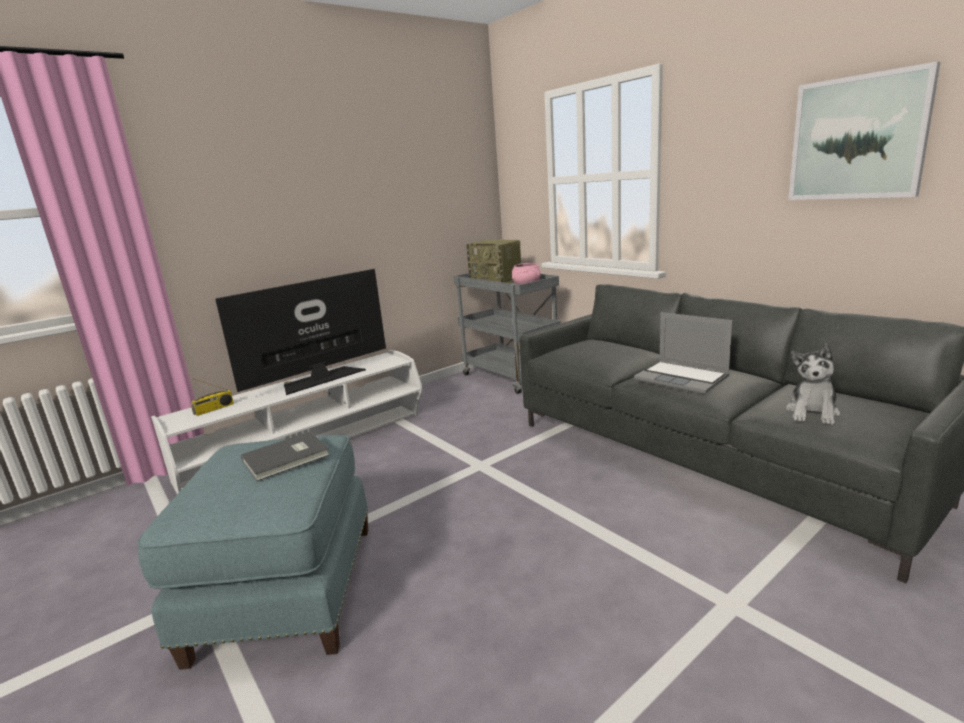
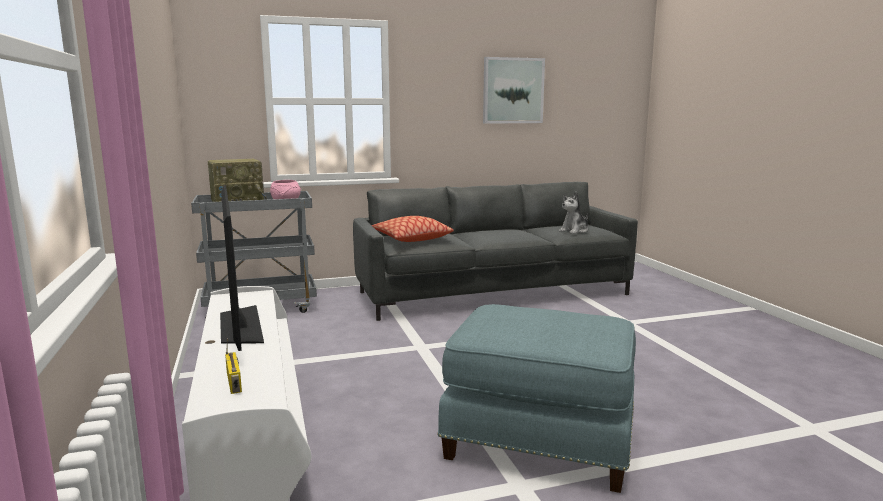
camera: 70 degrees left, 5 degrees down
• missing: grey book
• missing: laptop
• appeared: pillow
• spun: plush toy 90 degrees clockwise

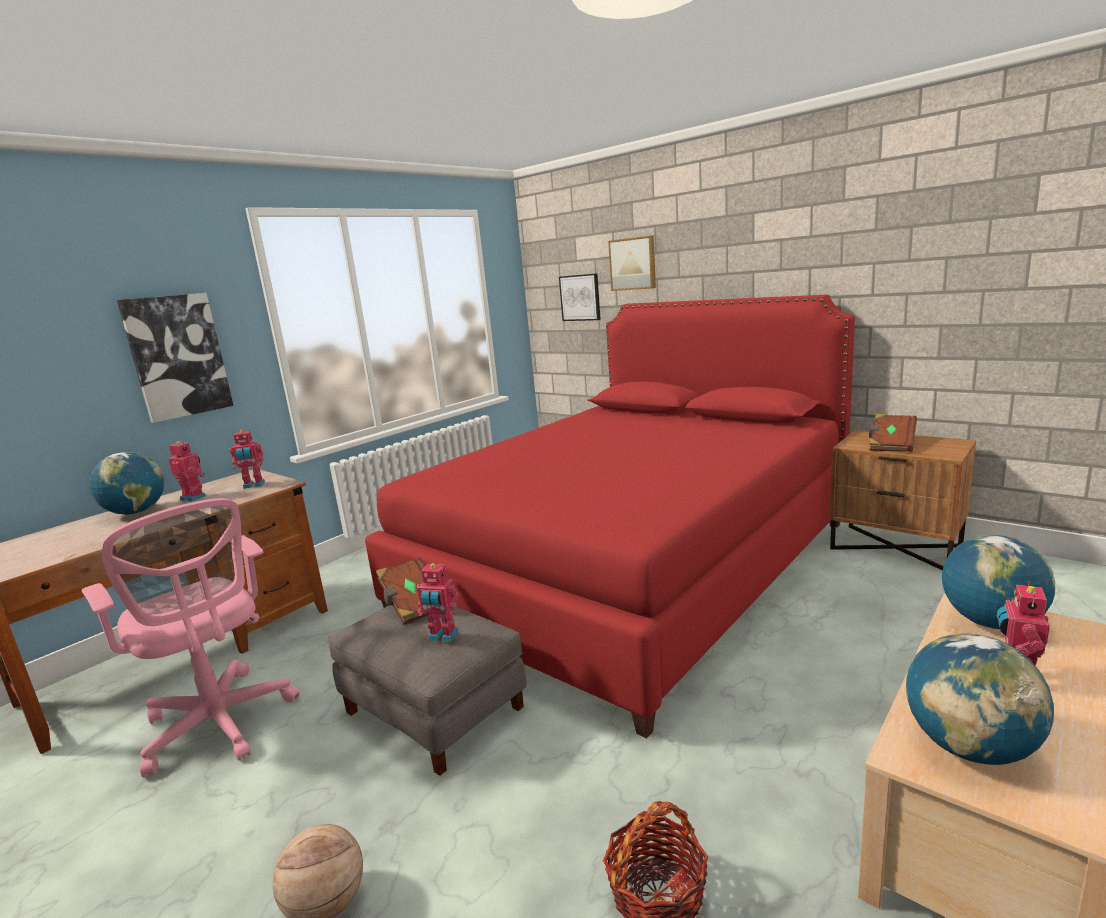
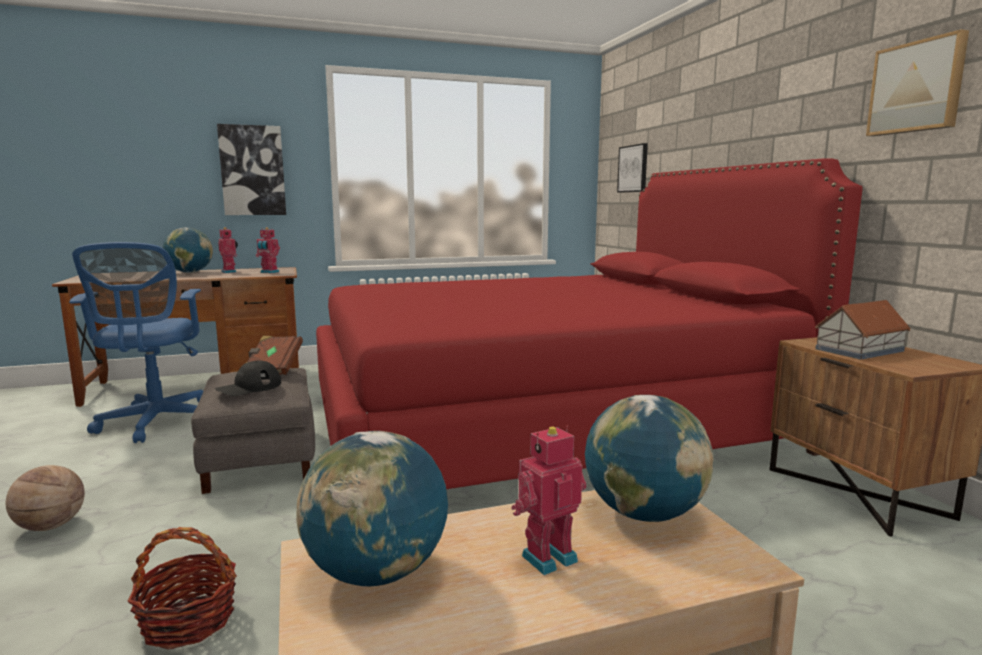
camera: 30 degrees right, 5 degrees down
• relocated: picture (no. 3 from left)
• exchanged: toy robot (no. 3 from left) to black cap
• exchanged: brown book (no. 2 from left) to toy house
• colour: pink office chair to blue office chair

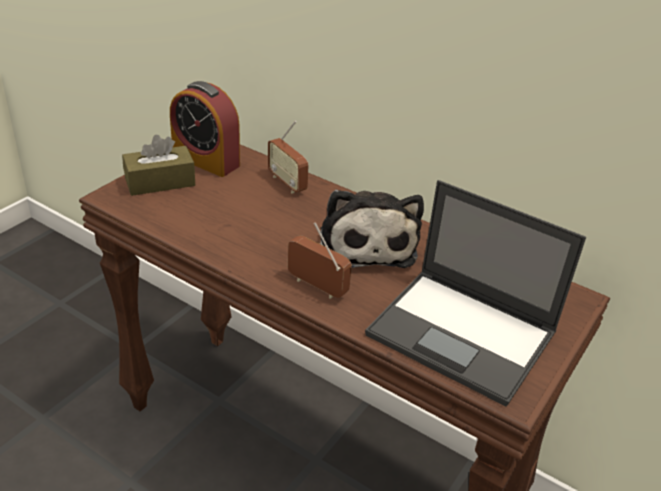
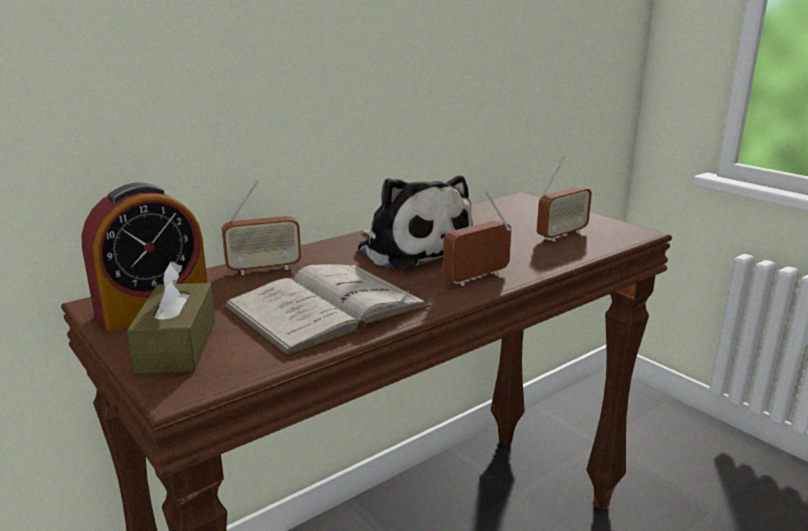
camera: 70 degrees left, 15 degrees down
• appeared: white book
• exchanged: laptop to radio (no. 3 from left)
• spun: plush toy 45 degrees clockwise

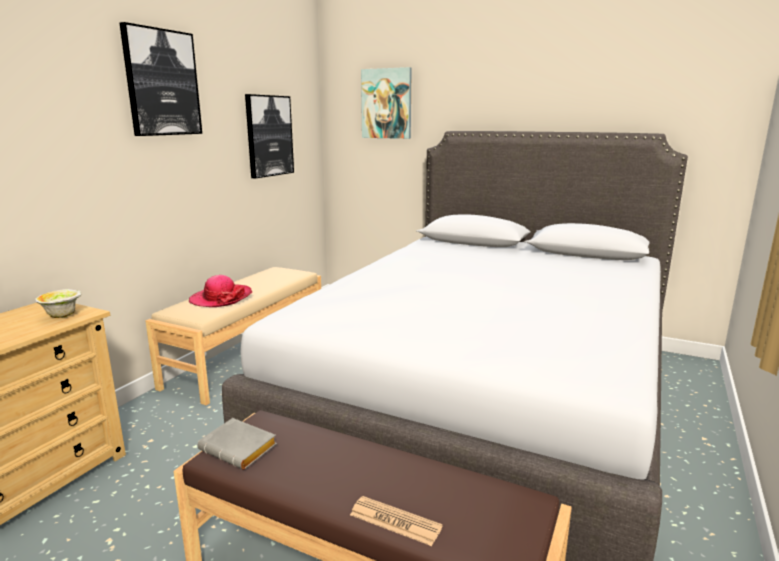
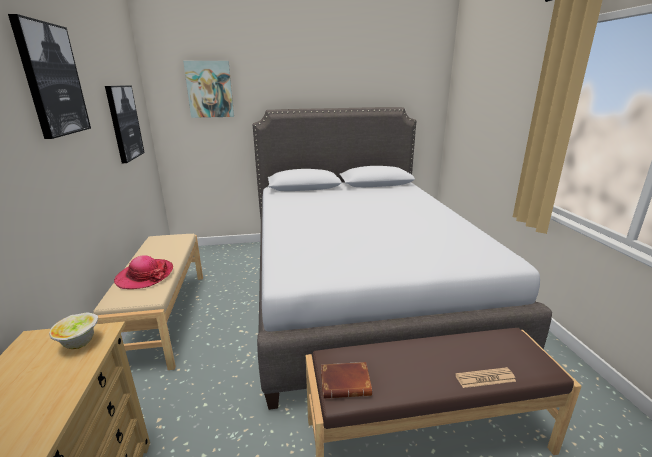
camera: 35 degrees left, 5 degrees up
• colour: grey book to brown book

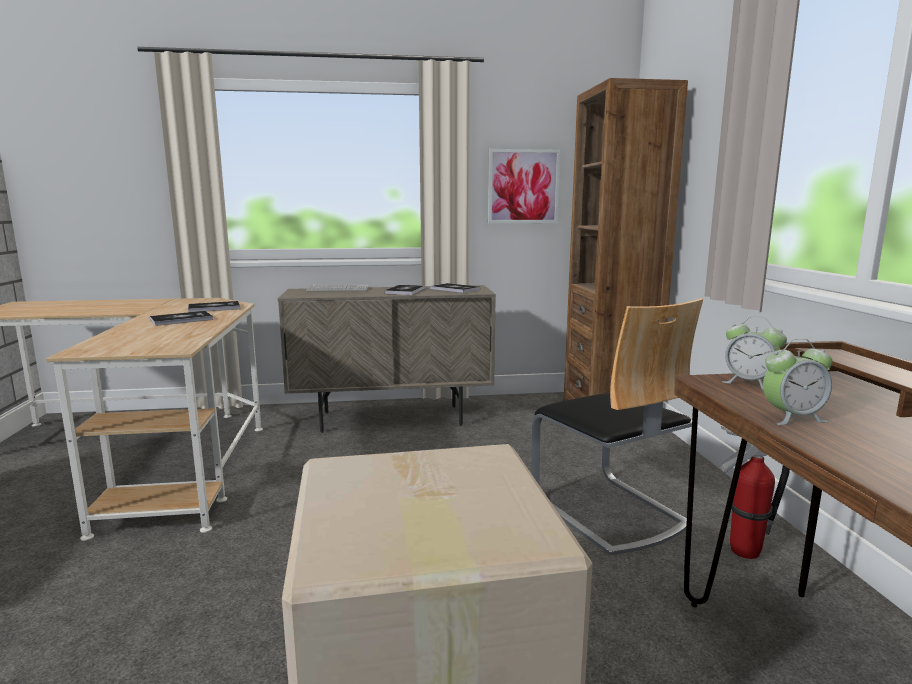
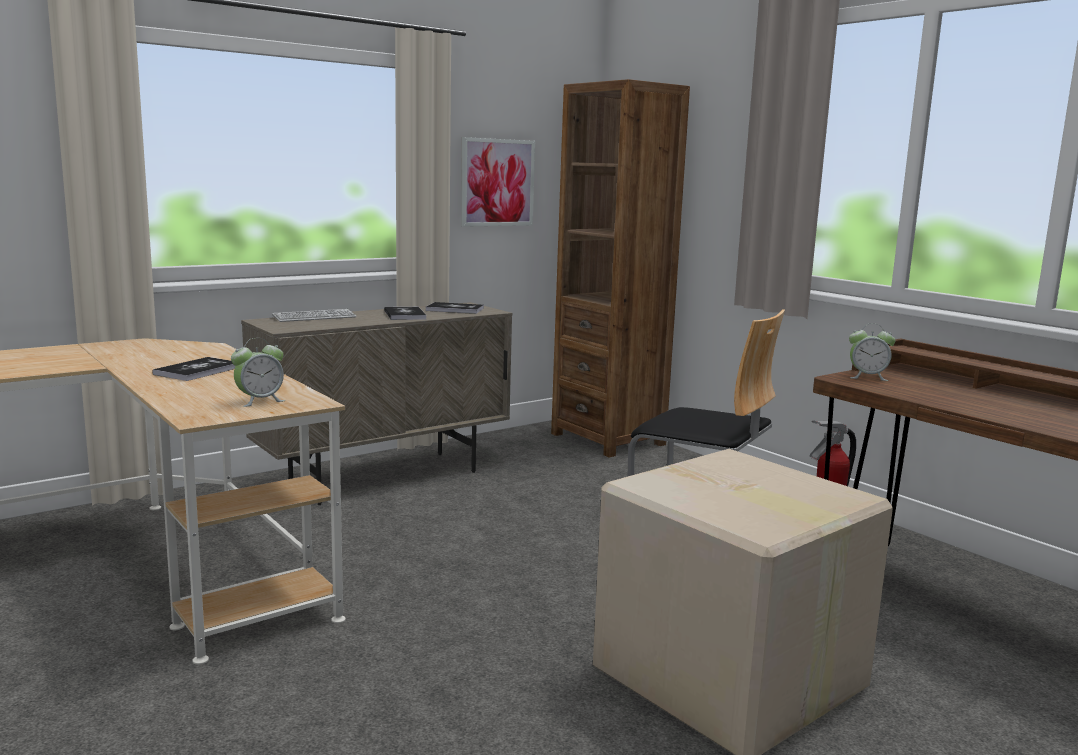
camera: 30 degrees left, 0 degrees up
• missing: book (no. 2 from left)
• relocated: alarm clock (no. 2 from left in the first image) to alarm clock (no. 1 from left)

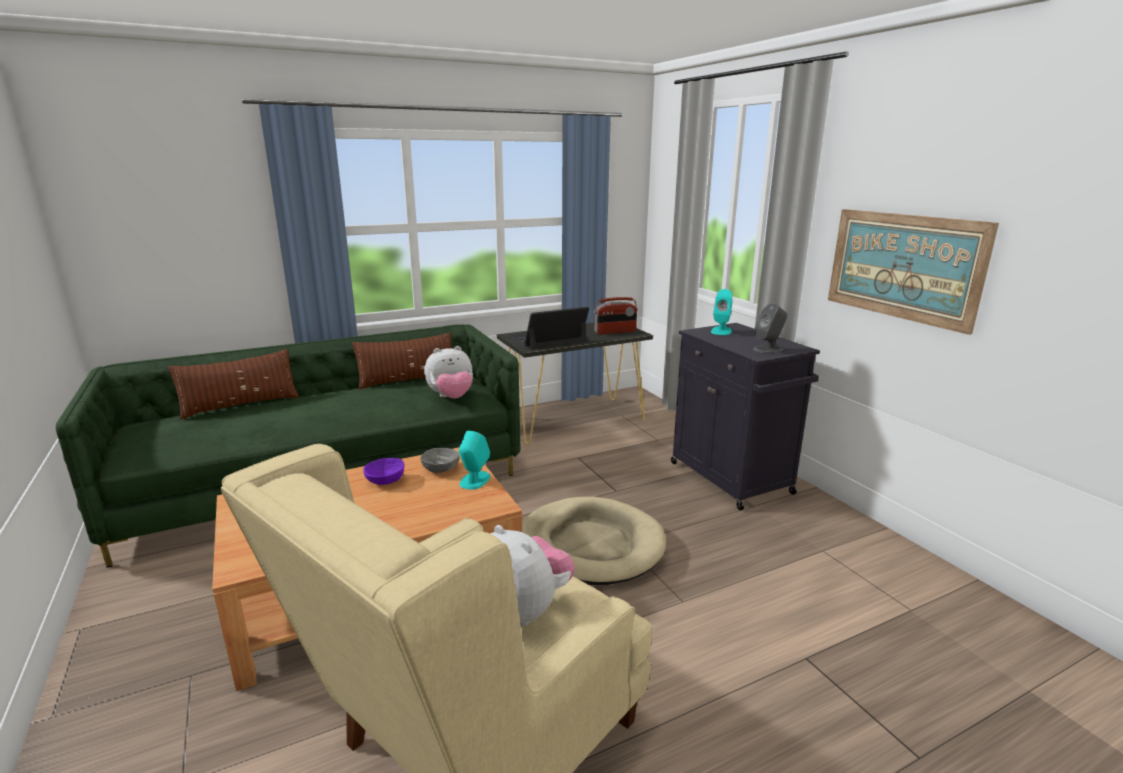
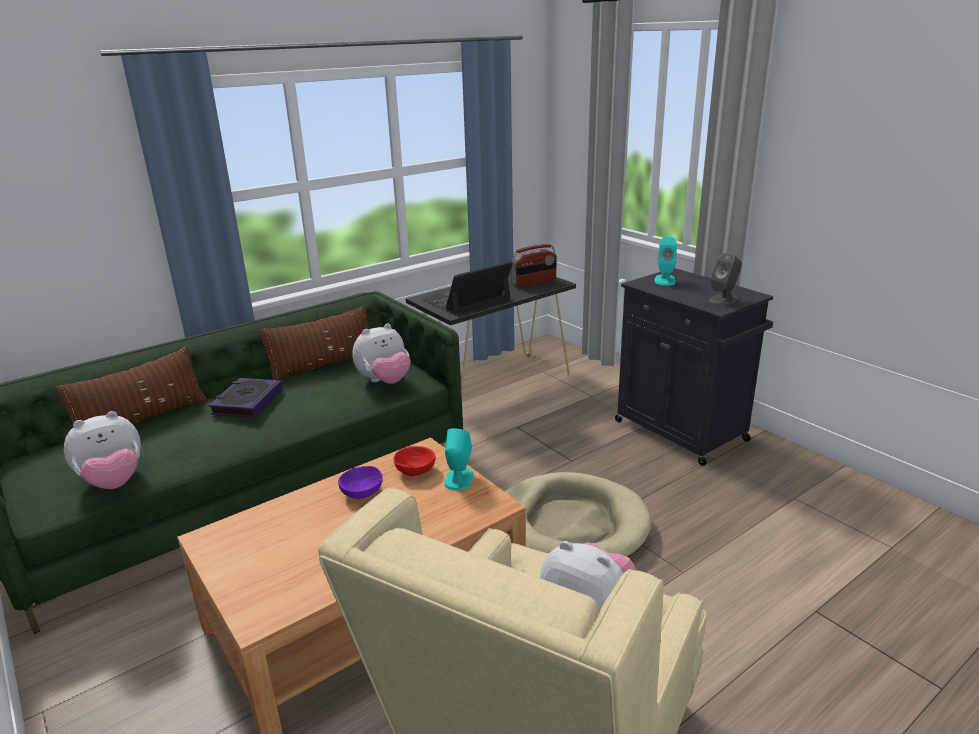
camera: 10 degrees left, 5 degrees up
• missing: picture
• appeared: plush toy (no. 1 from left)
• appeared: book
• colour: grey bowl to red bowl

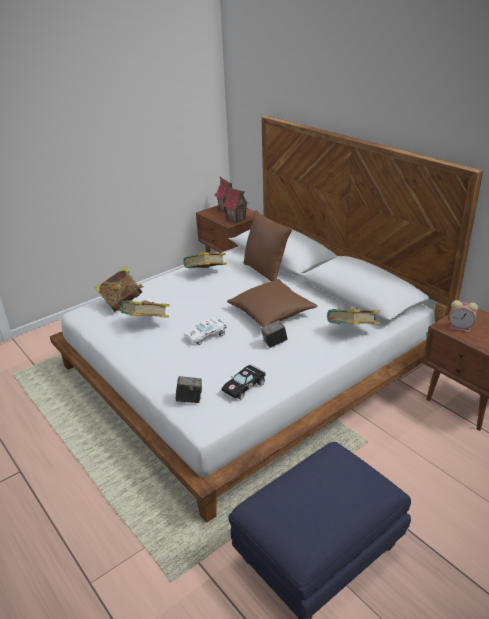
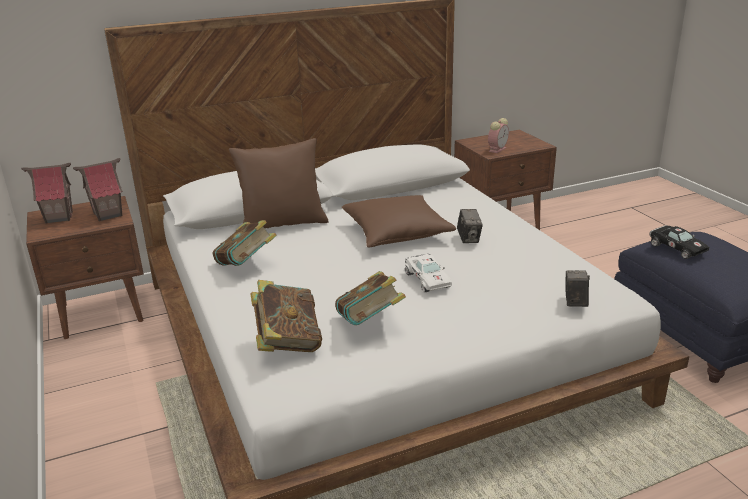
camera: 75 degrees left, 5 degrees down
• missing: book (no. 4 from left)
• relocated: black toy car

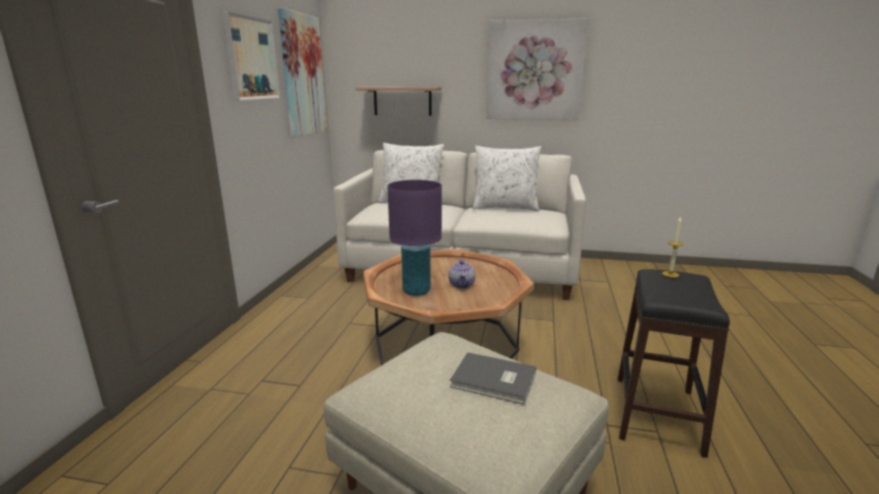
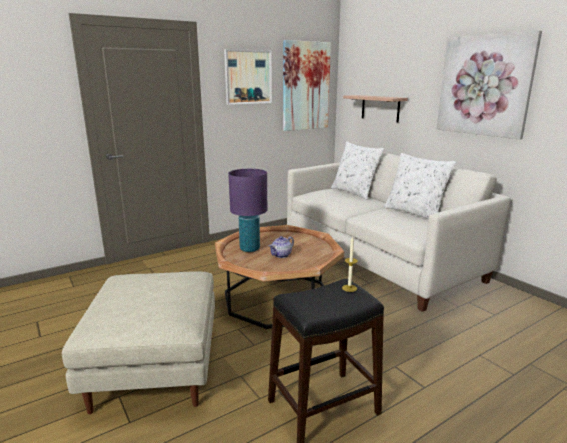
camera: 45 degrees right, 0 degrees up
• missing: grey book

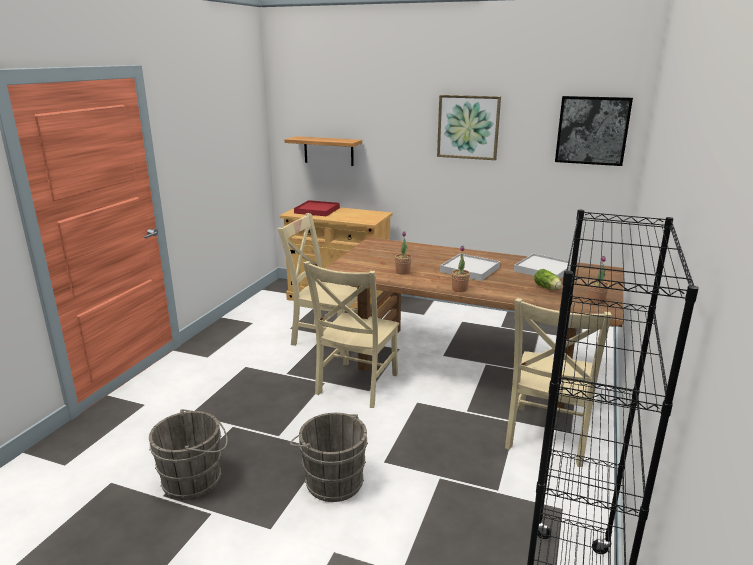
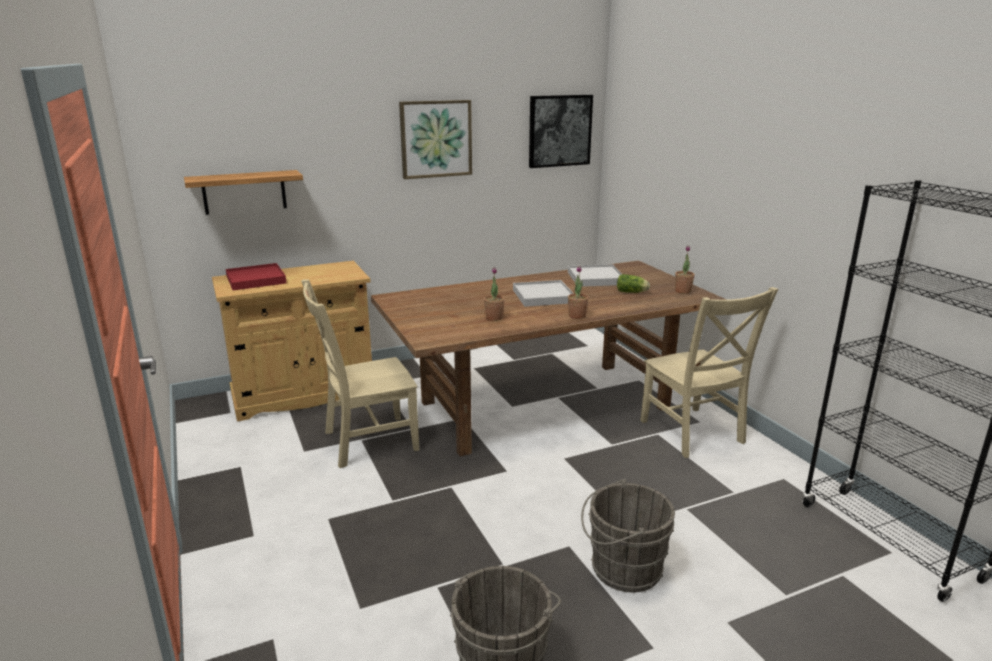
camera: 45 degrees left, 0 degrees up
• missing: beige chair (no. 2 from left)

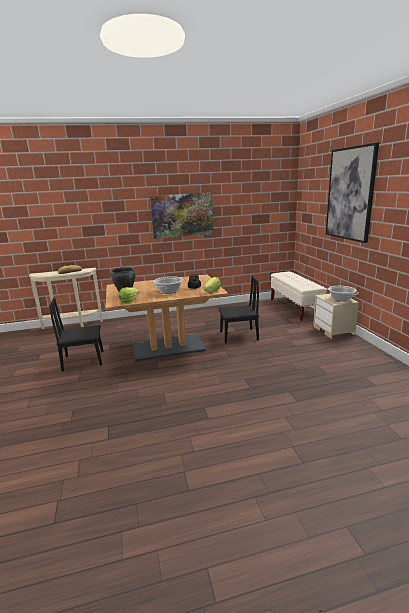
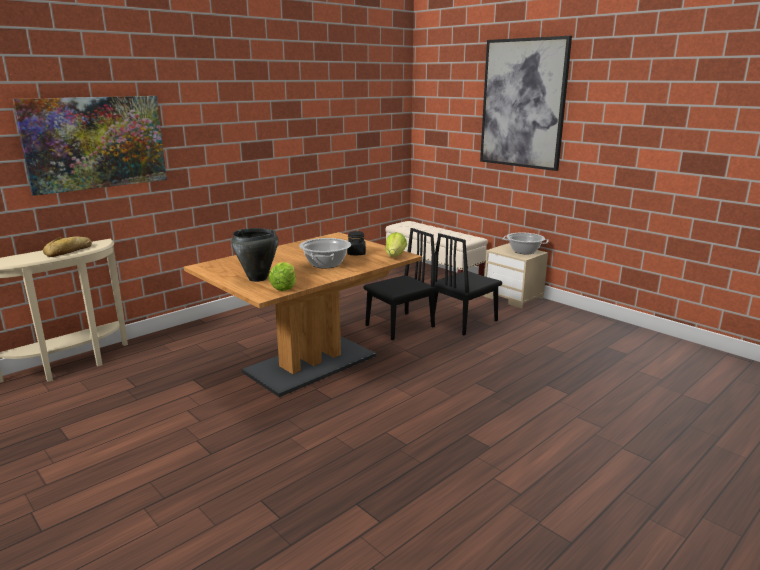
camera: 30 degrees left, 0 degrees up
• relocated: black chair (no. 1 from left in the first image) to black chair (no. 2 from left)
• relocated: picture (no. 1 from left)

